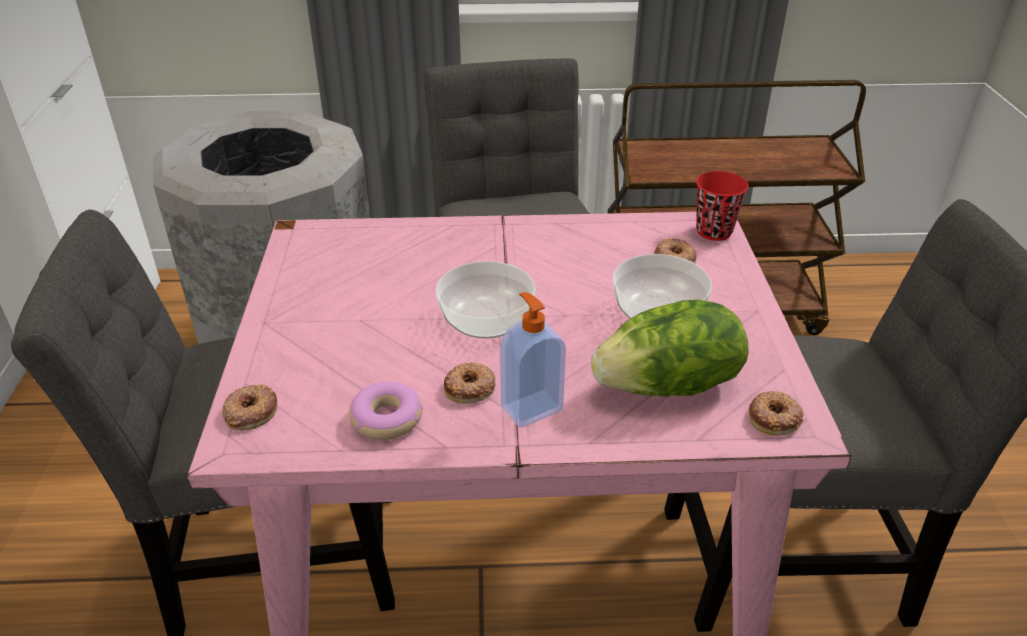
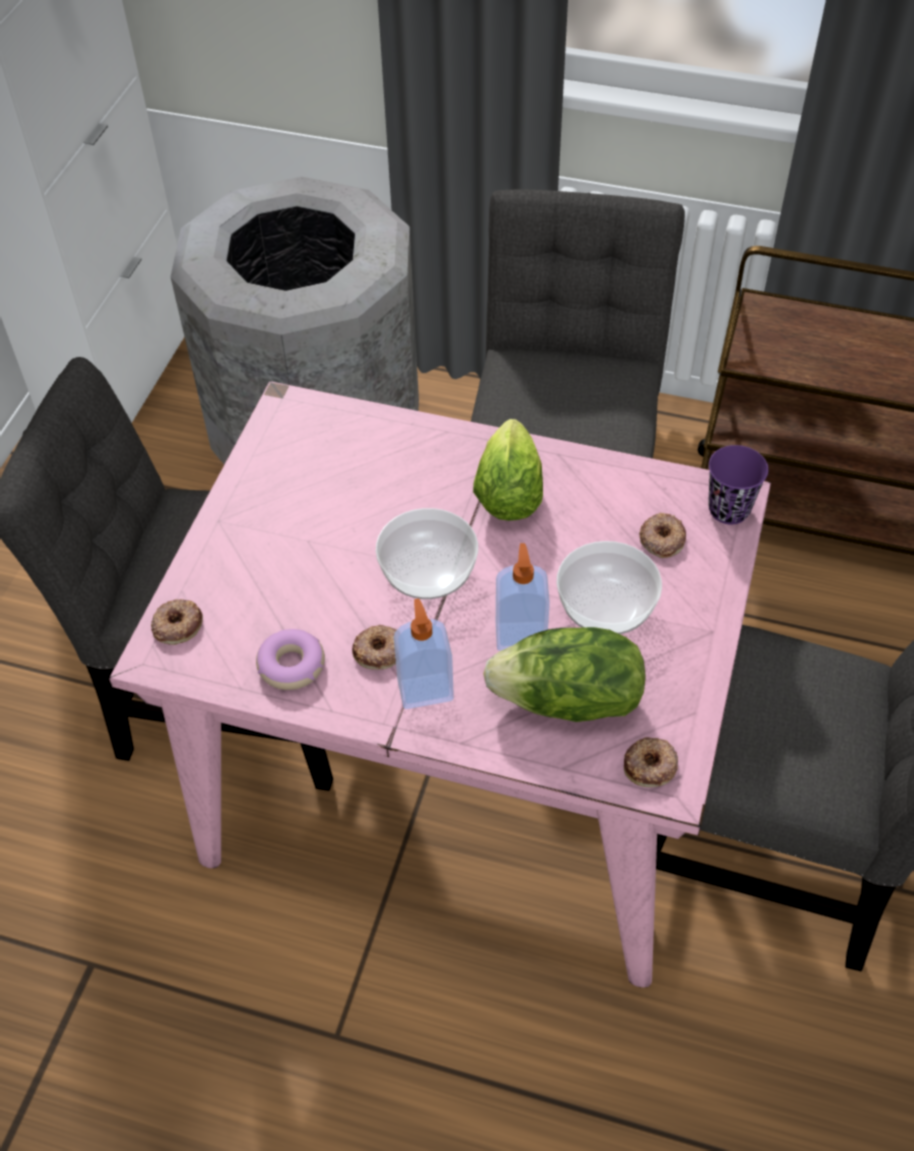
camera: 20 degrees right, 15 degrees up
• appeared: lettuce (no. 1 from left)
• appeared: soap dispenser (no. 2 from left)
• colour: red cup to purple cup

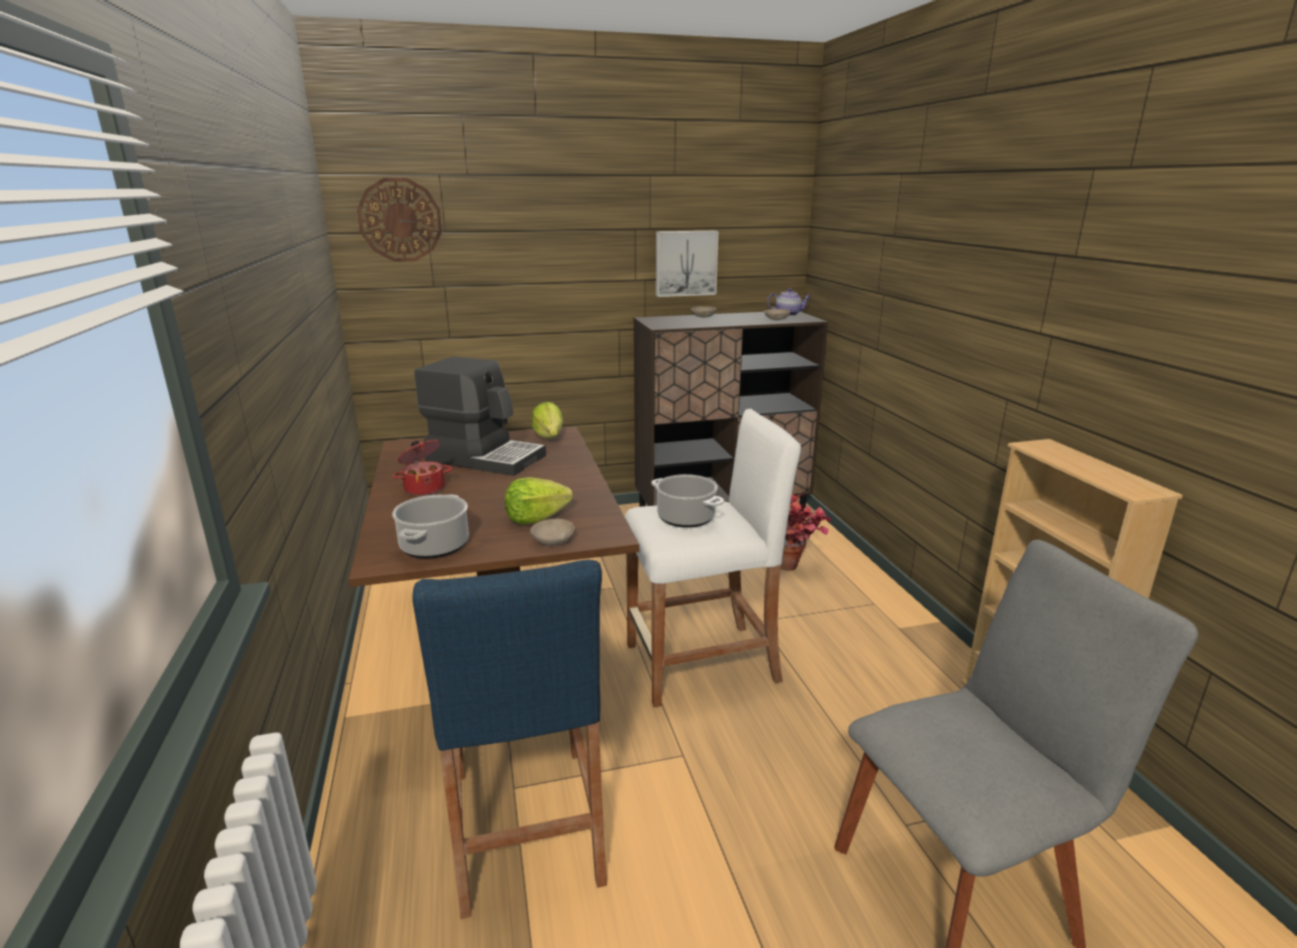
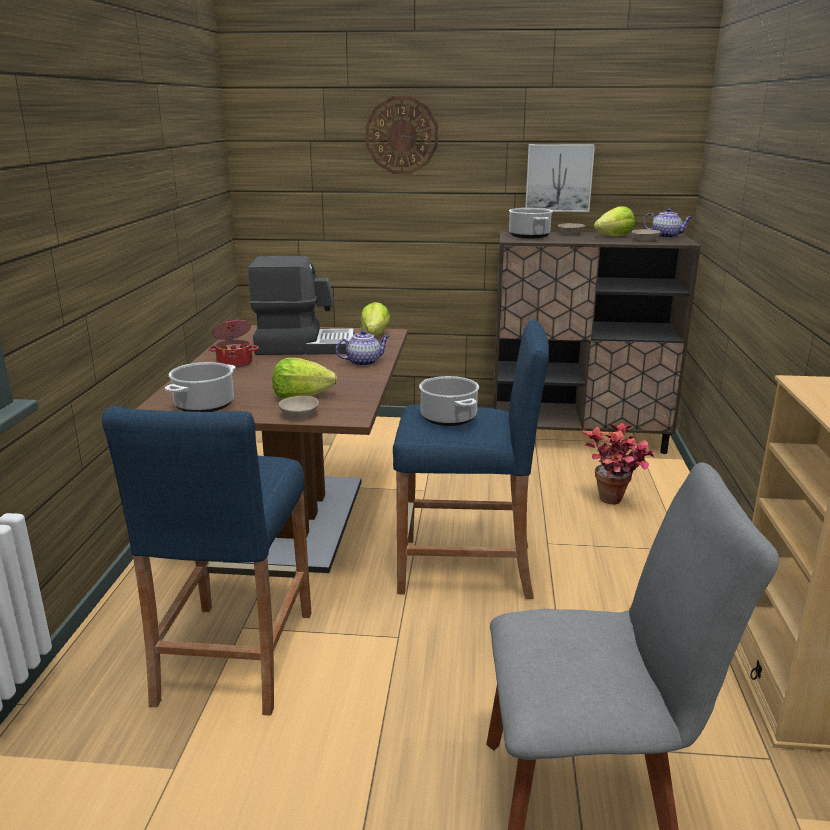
camera: 20 degrees right, 0 degrees up
• appeared: teapot (no. 1 from left)
• appeared: cooking pot (no. 4 from left)
• appeared: lettuce (no. 3 from left)
• relocated: wall clock
• colour: white stool to blue stool (no. 2 from left)
• spun: coffee machine 45 degrees counterclockwise

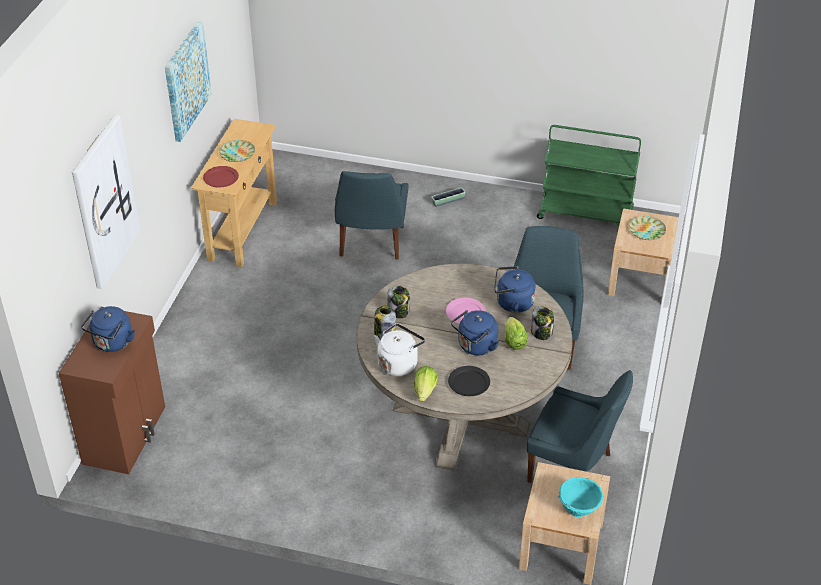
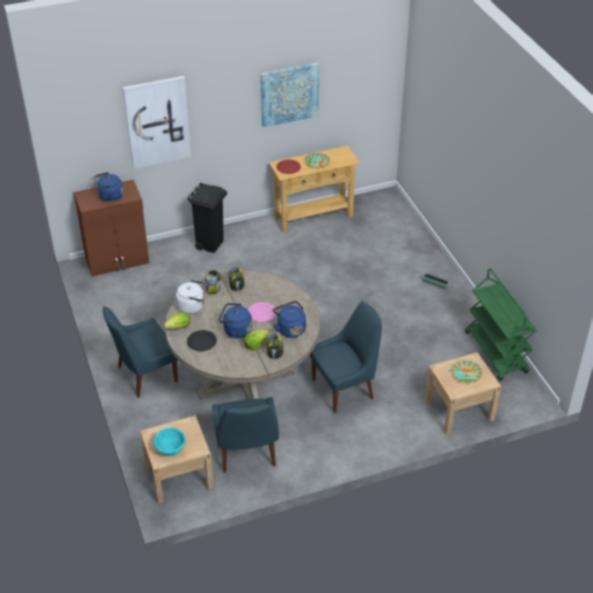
camera: 55 degrees right, 0 degrees up
• appeared: black trash can
• relocated: blue chair (no. 1 from left)

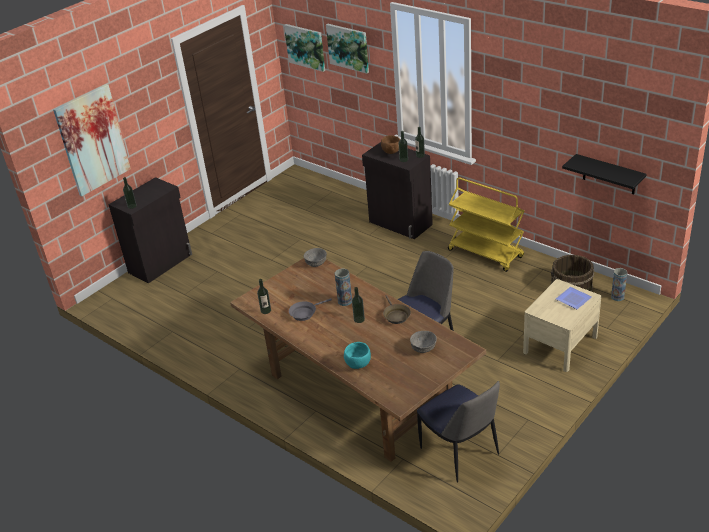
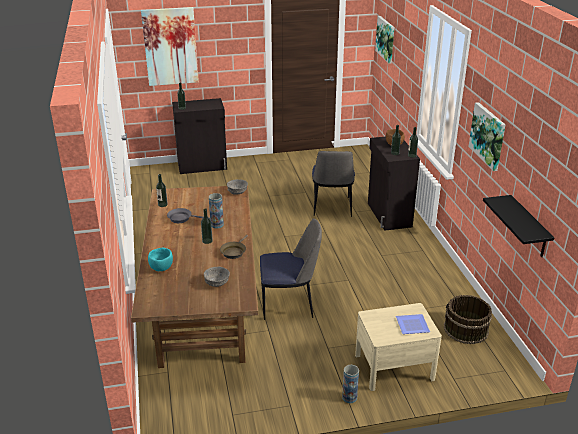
camera: 35 degrees right, 5 degrees down
• missing: yellow cart
• relocated: picture (no. 3 from left)
• relocated: chair (no. 2 from left)
• relocated: vase (no. 2 from left)

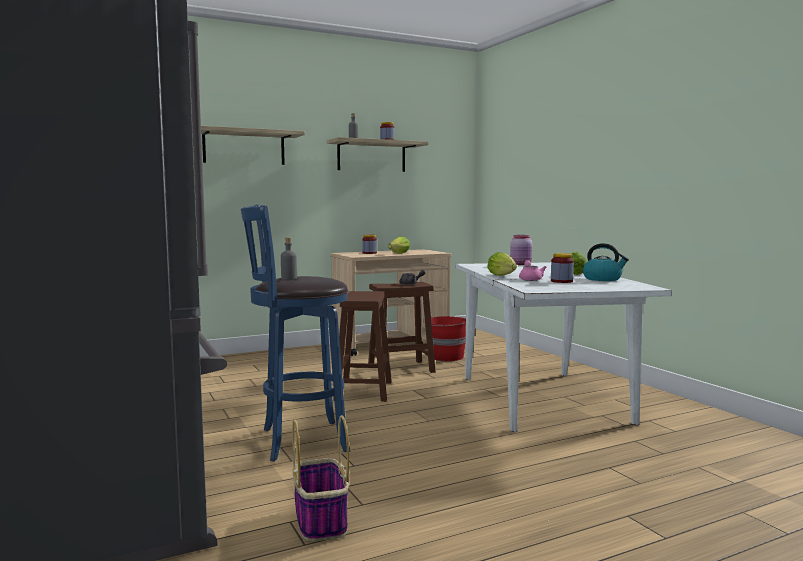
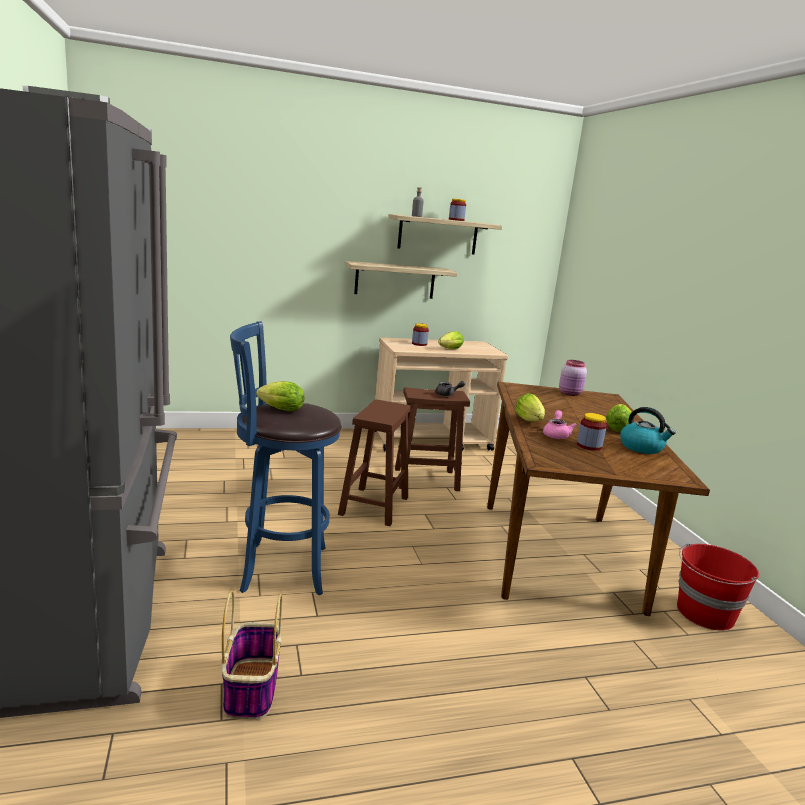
camera: 10 degrees right, 10 degrees up
• relocated: shelf (no. 1 from left)
• relocated: red bucket
• exchanged: grey bottle (no. 1 from left) to lettuce (no. 1 from left)
• colour: white dining table to brown dining table

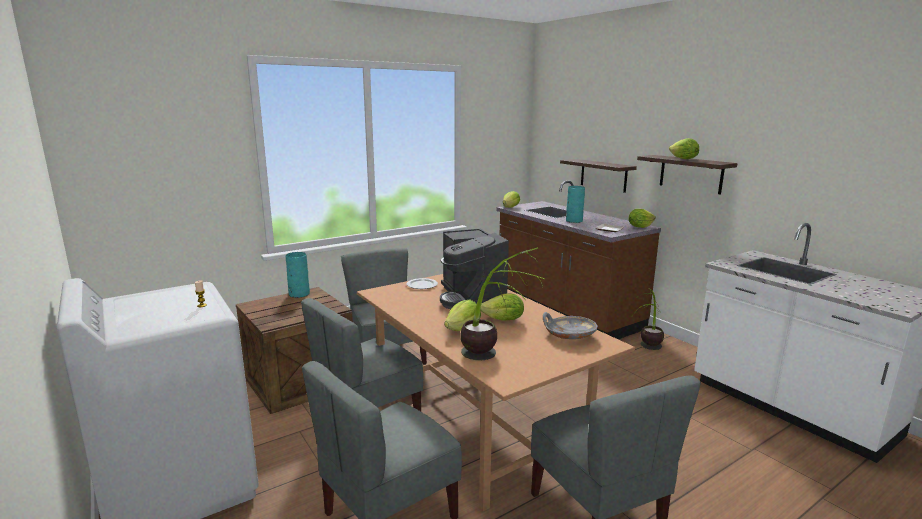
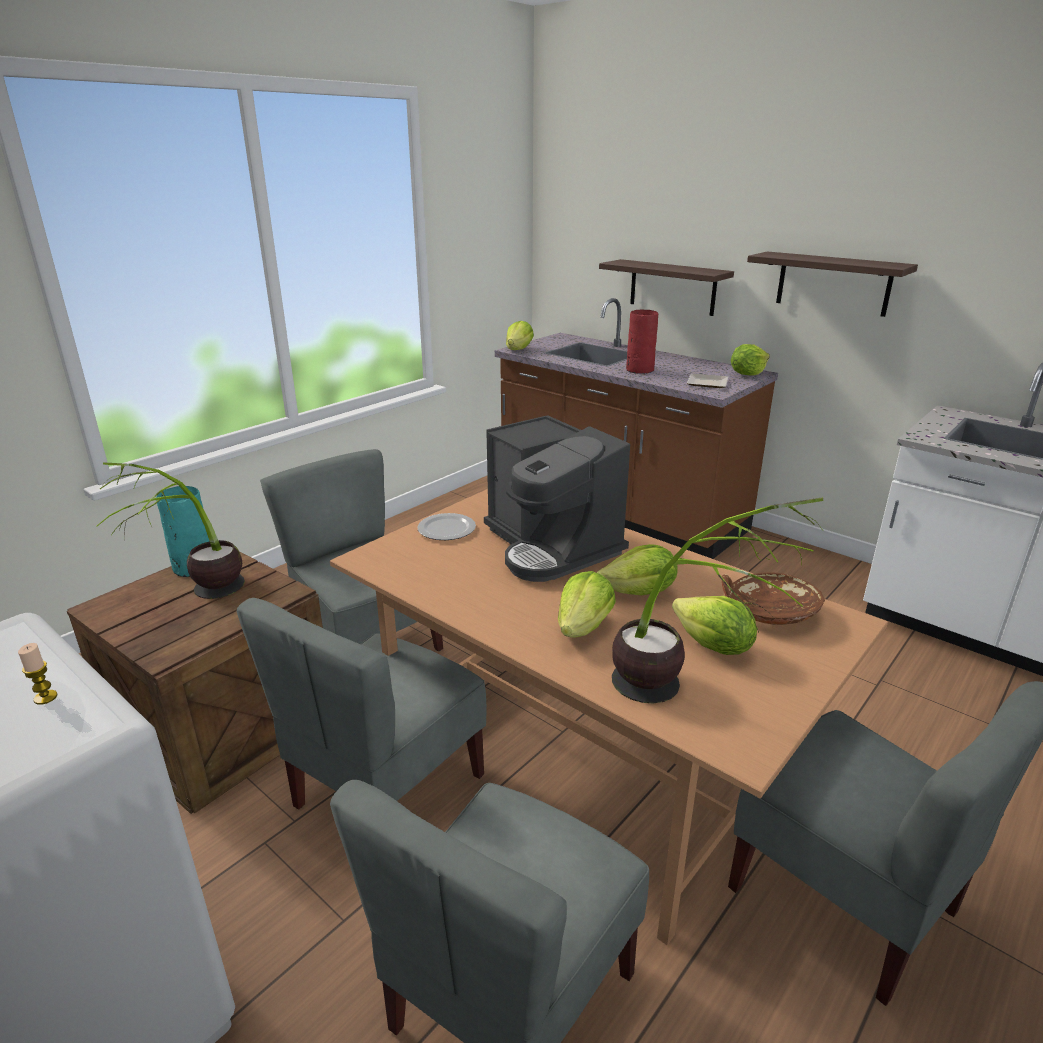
camera: 15 degrees left, 10 degrees up
• relocated: potted plant (no. 2 from left in the first image) to potted plant (no. 1 from left)
• relocated: lettuce (no. 5 from left in the first image) to lettuce (no. 4 from left)
• colour: grey bowl to brown bowl
• colour: turquoise vase (no. 2 from left) to red vase

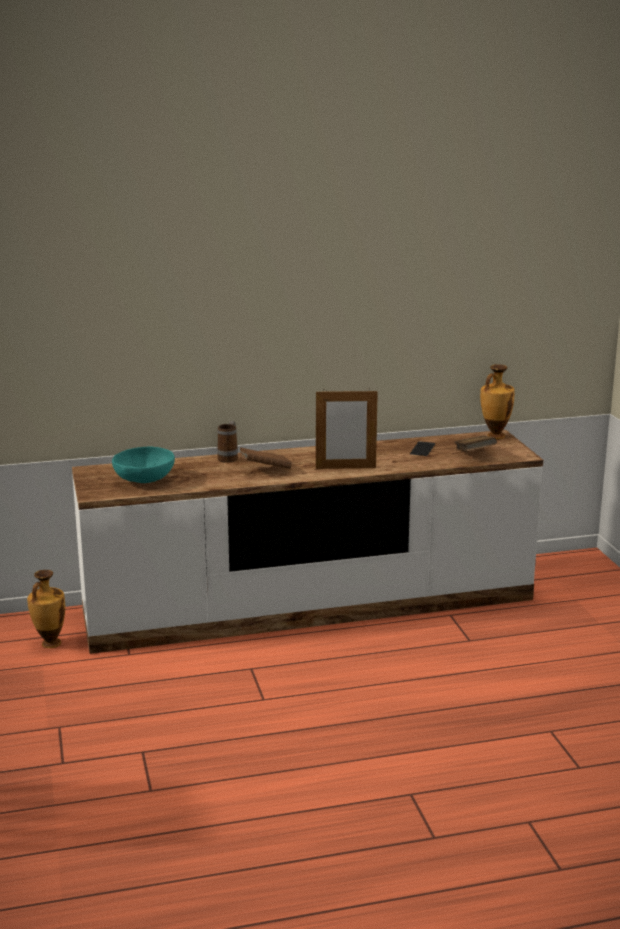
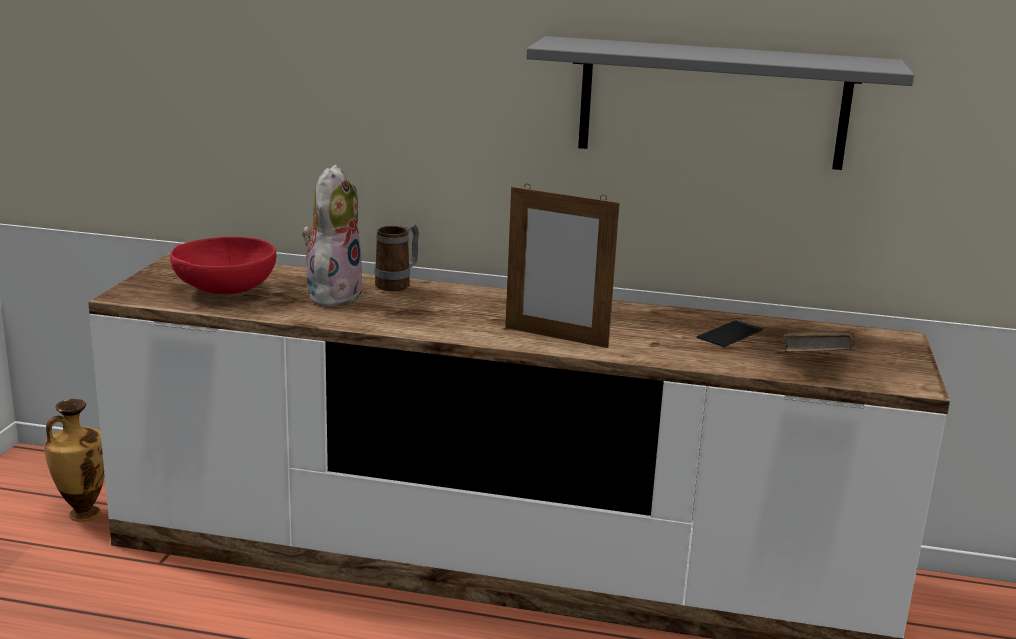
camera: 25 degrees right, 0 degrees up
• missing: brown book (no. 1 from left)
• missing: vase (no. 2 from left)
• appeared: plush toy
• appeared: grey shelf
• colour: turquoise bowl to red bowl

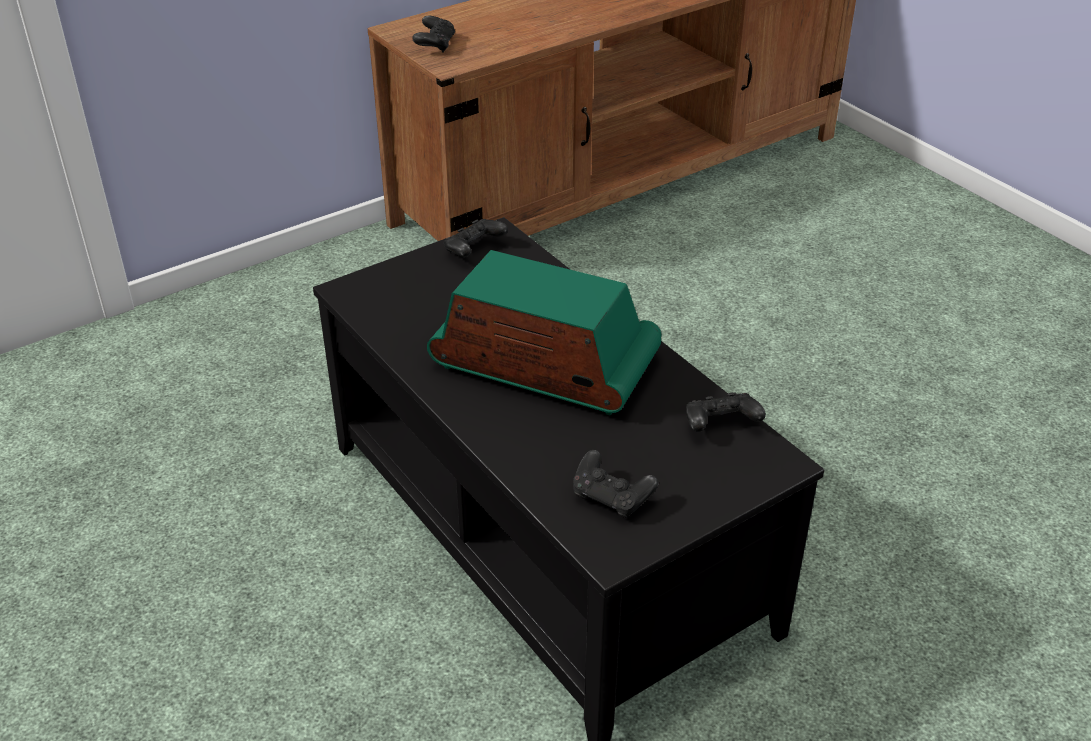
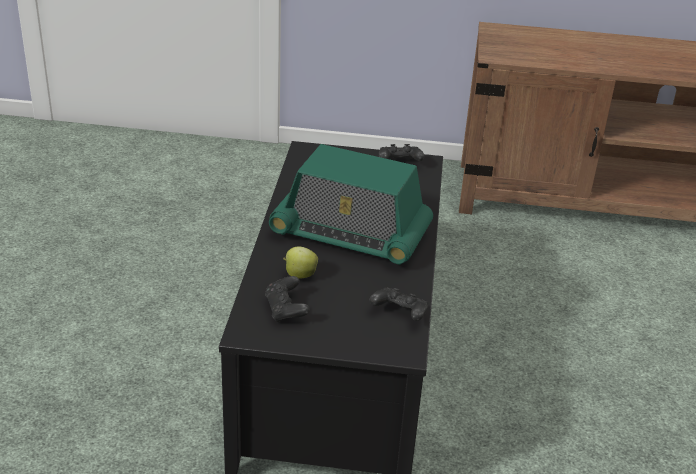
camera: 40 degrees right, 5 degrees down
• missing: black game controller (no. 1 from left)
• appeared: apple
• spun: radio 135 degrees clockwise

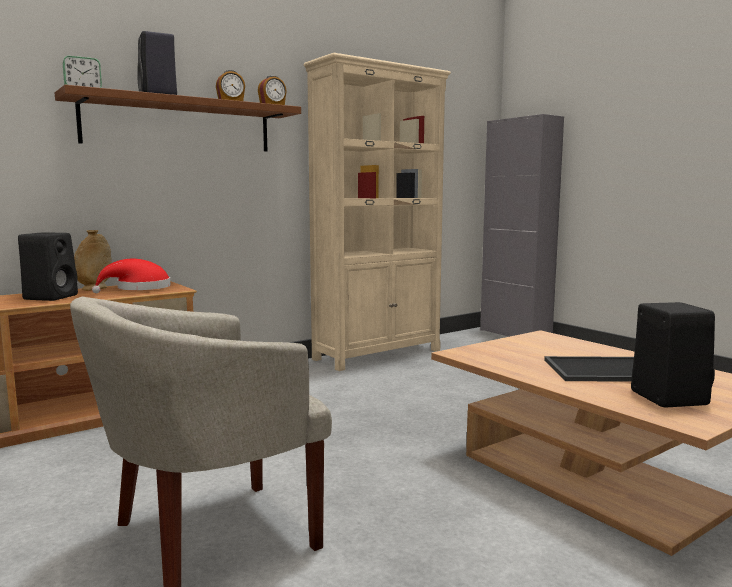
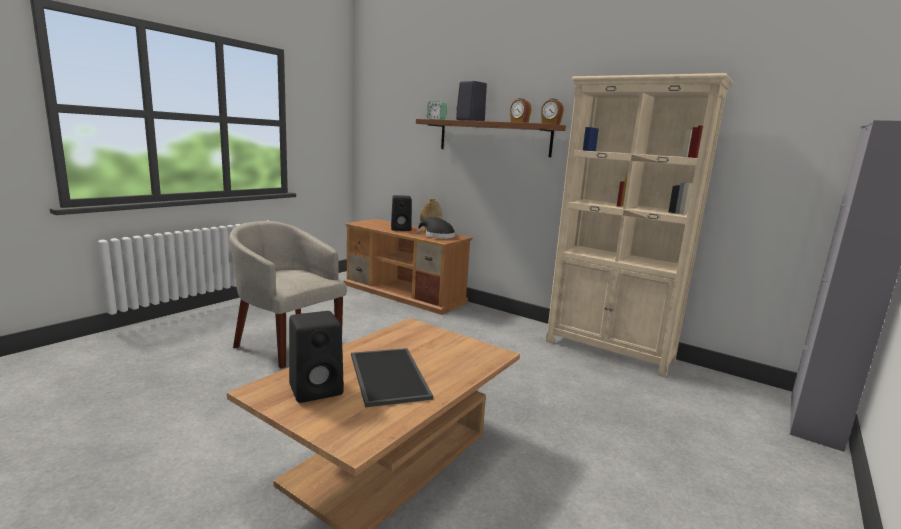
camera: 70 degrees right, 5 degrees up
• colour: red hat to black hat

